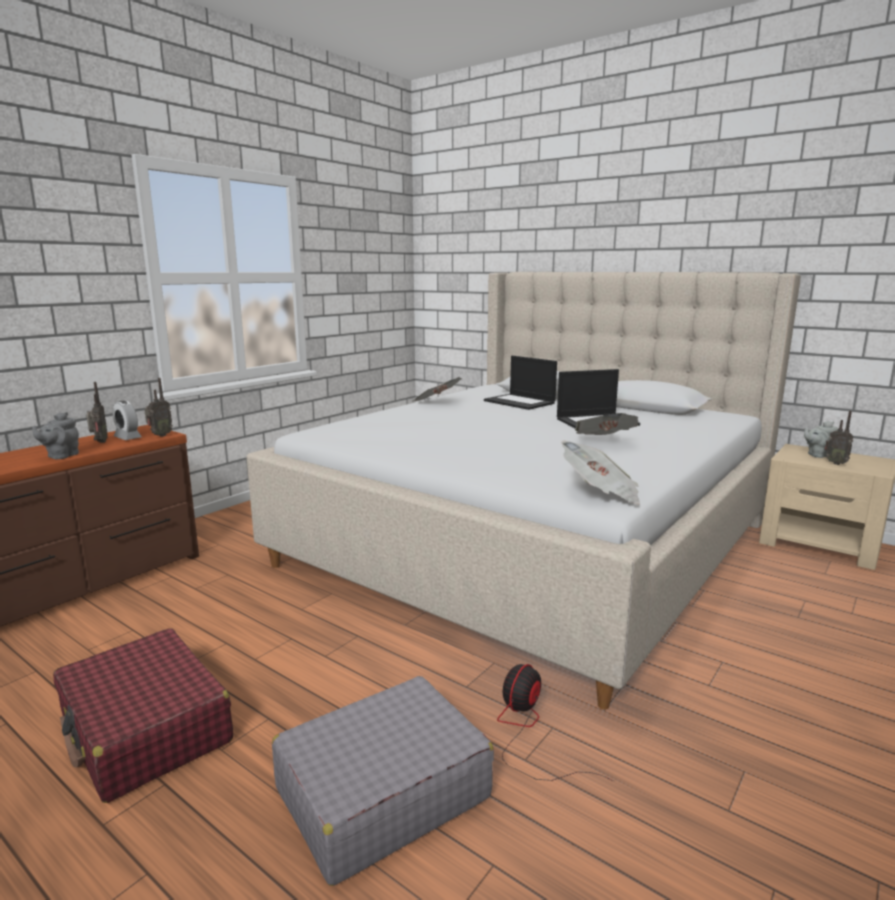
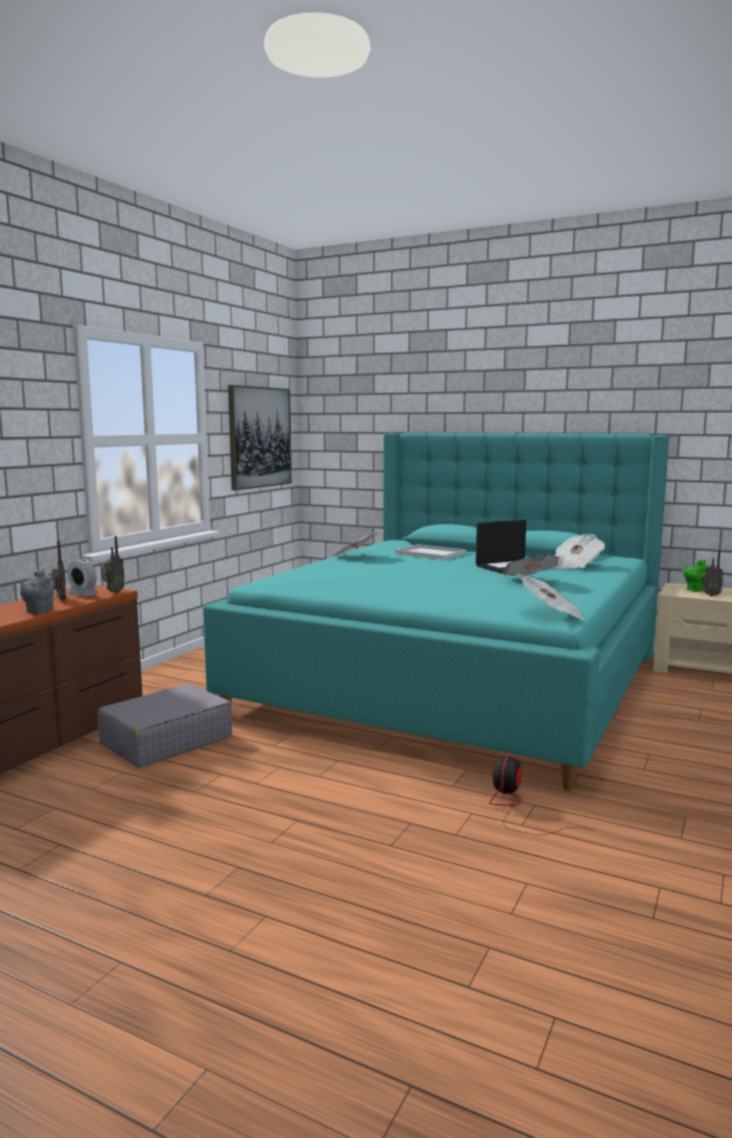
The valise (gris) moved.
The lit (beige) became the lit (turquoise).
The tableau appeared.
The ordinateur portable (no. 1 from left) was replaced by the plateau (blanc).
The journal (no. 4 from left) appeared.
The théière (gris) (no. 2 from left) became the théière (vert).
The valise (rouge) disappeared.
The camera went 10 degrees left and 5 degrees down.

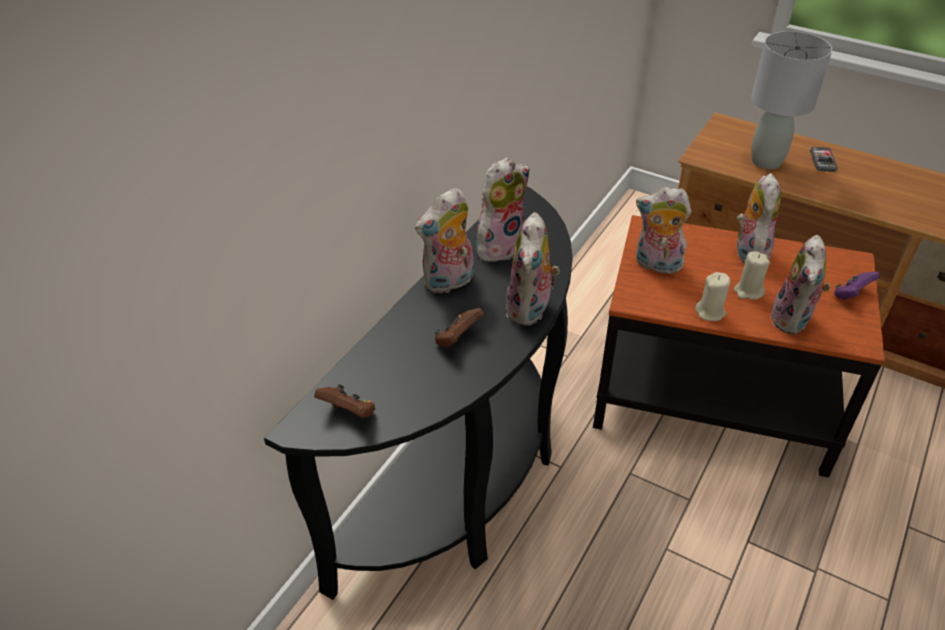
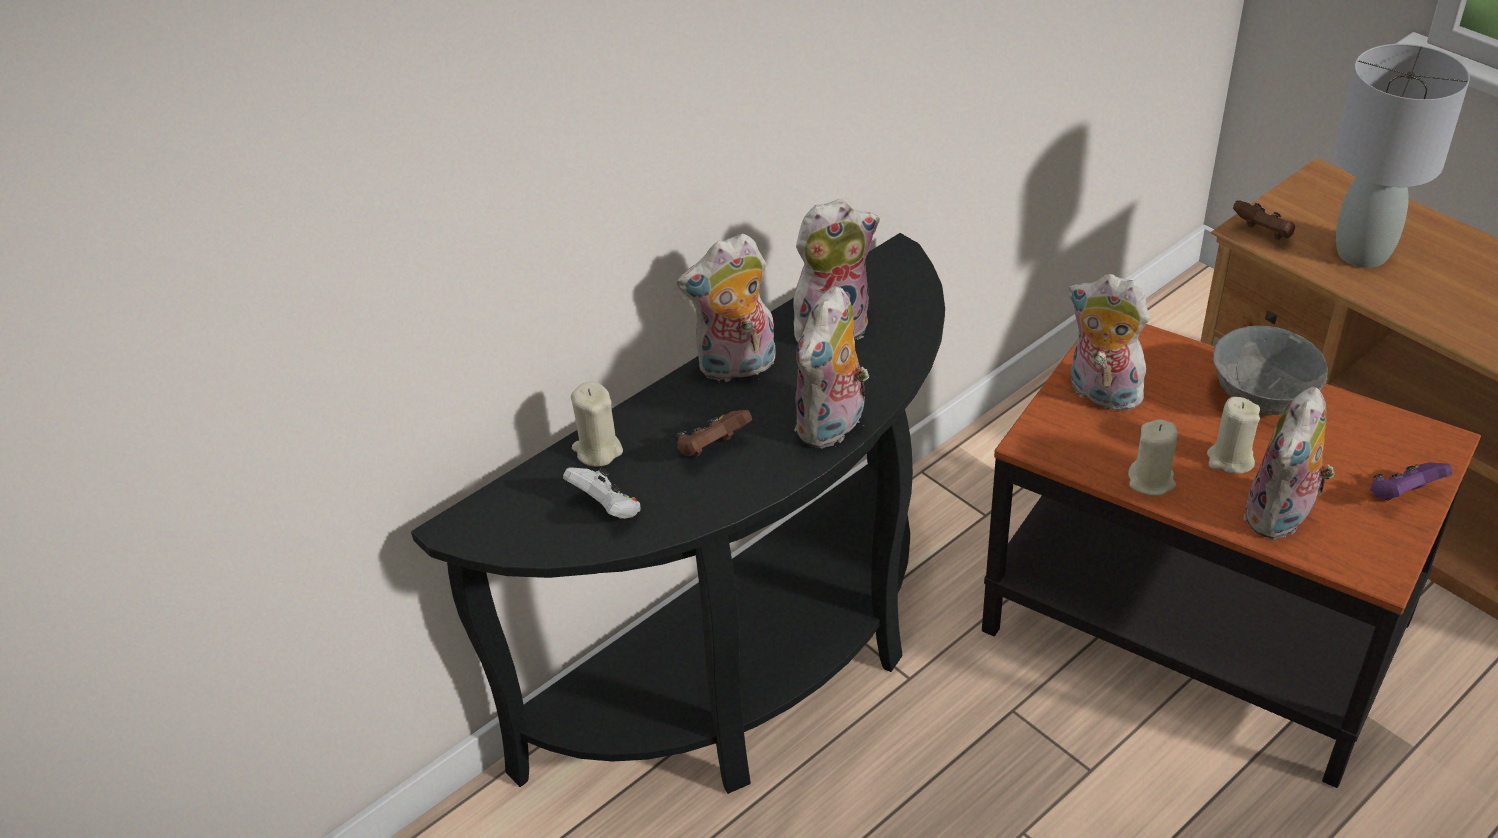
The manette (blanc) appeared.
The bougie (beige) (no. 1 from left) appeared.
The peluche (no. 5 from left) was replaced by the bol (gris).
The manette (marron) (no. 1 from left in the first image) moved.
The téléphone disappeared.
The camera went 20 degrees right and 0 degrees up.

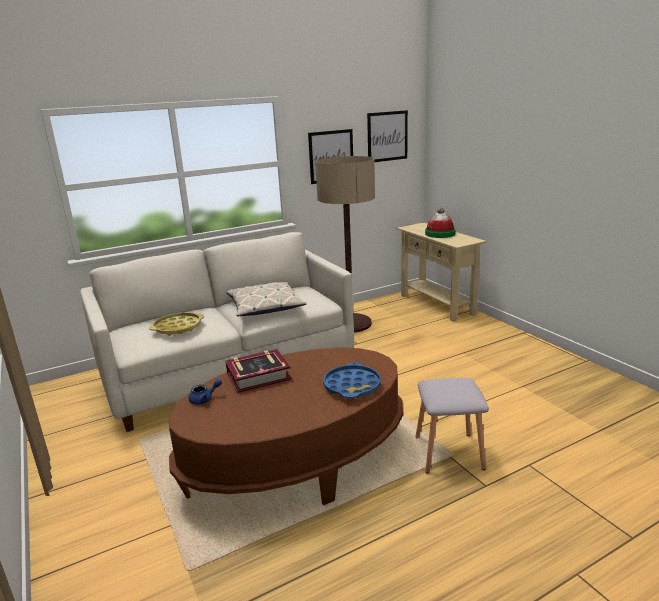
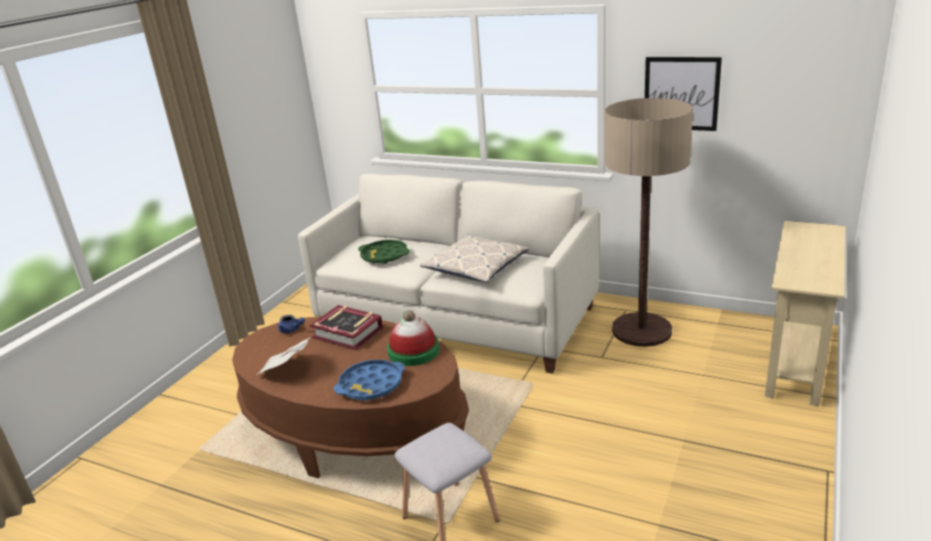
The journal appeared.
The plateau (jaune) became the plateau (vert).
The chapeau moved.
The tableau (no. 2 from left) disappeared.
The camera went 55 degrees right and 5 degrees up.

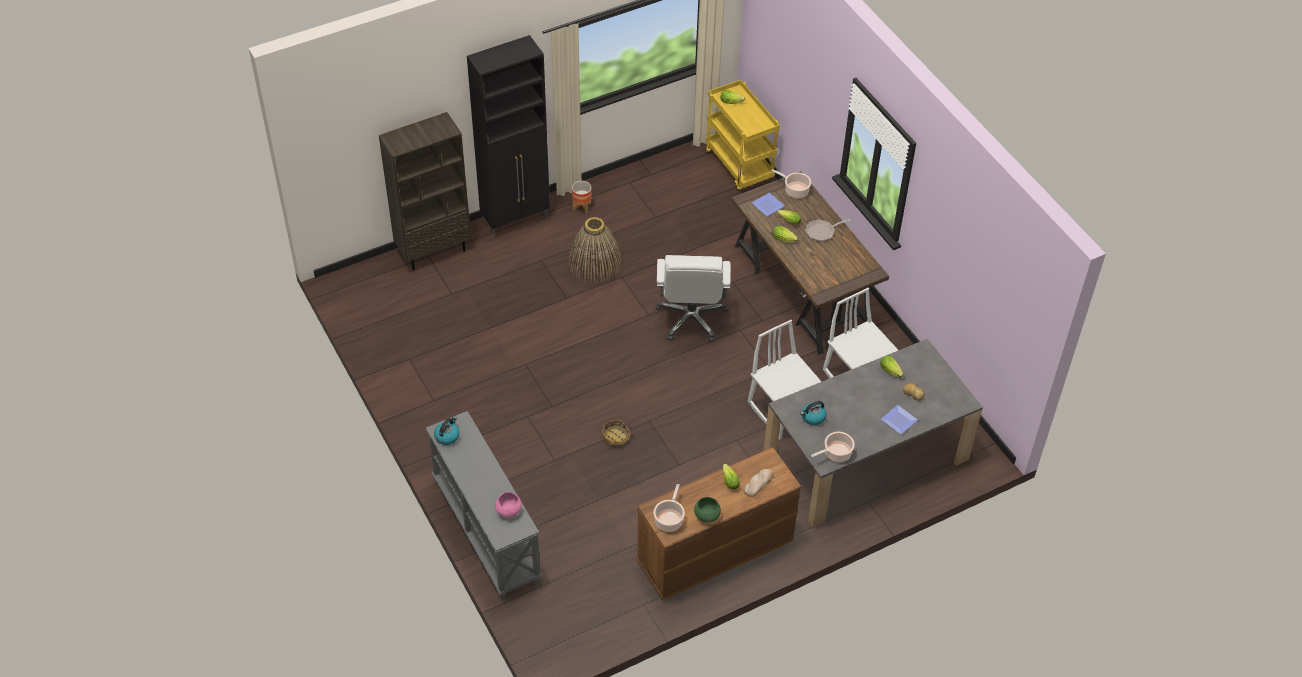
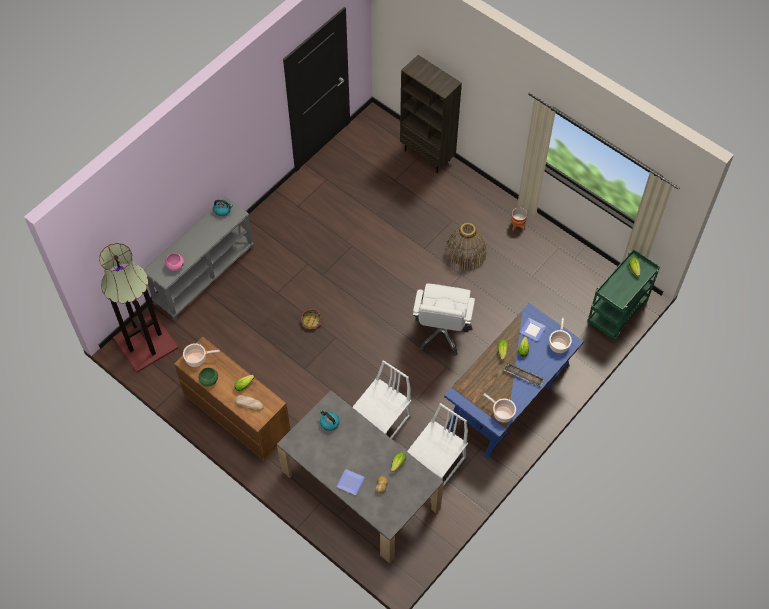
The lampadaire appeared.
The chaise de bureau (blanc) turned 60 degrees counterclockwise.
The bureau (marron) became the bureau (bleu).
The marmite (no. 3 from left in the first image) moved.
The poêle was replaced by the plateau.
The chariot (jaune) became the chariot (vert).
The meuble de rangement (noir) disappeared.
The camera went 70 degrees right and 10 degrees up.

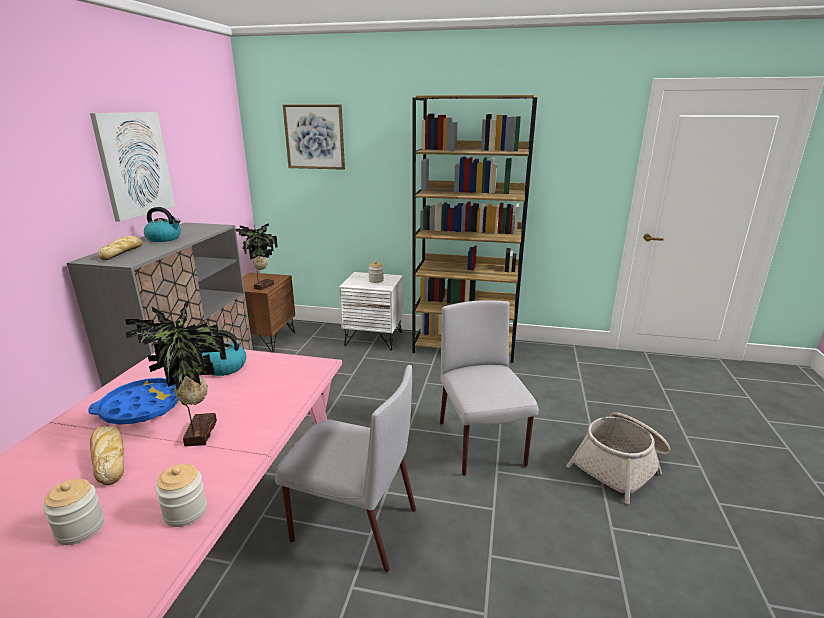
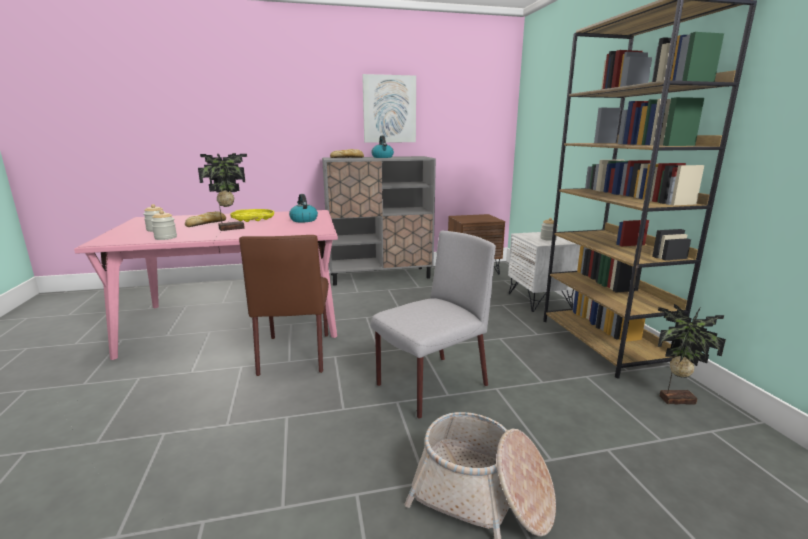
The plateau (bleu) became the plateau (jaune).
The chaise (gris) (no. 1 from left) became the chaise (marron).
The plante en pot (no. 2 from left) moved.
The tableau (no. 2 from left) disappeared.
The camera went 65 degrees right and 5 degrees down.

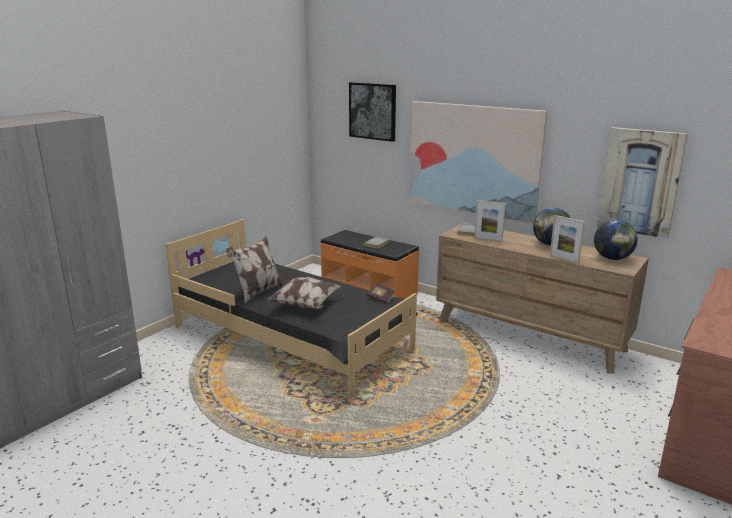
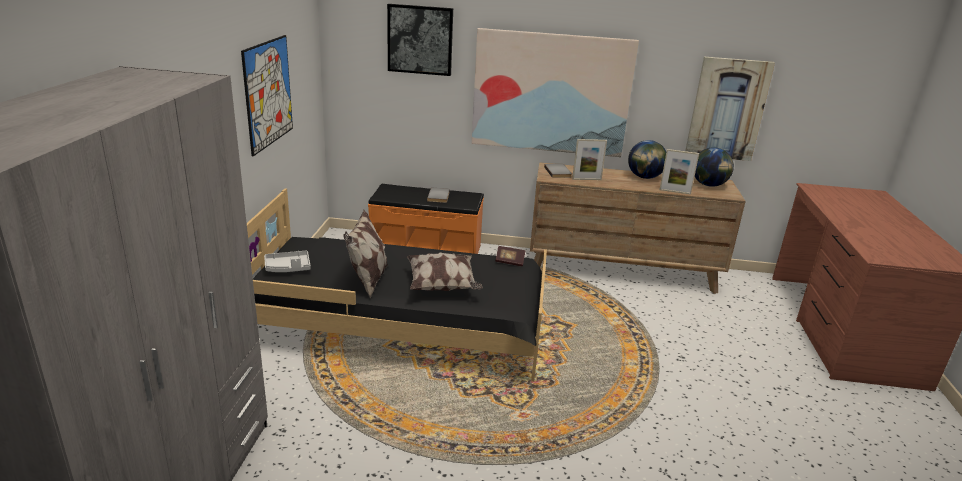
The tableau (no. 1 from left) appeared.
The plateau (gris) appeared.
The camera went 30 degrees left and 5 degrees up.

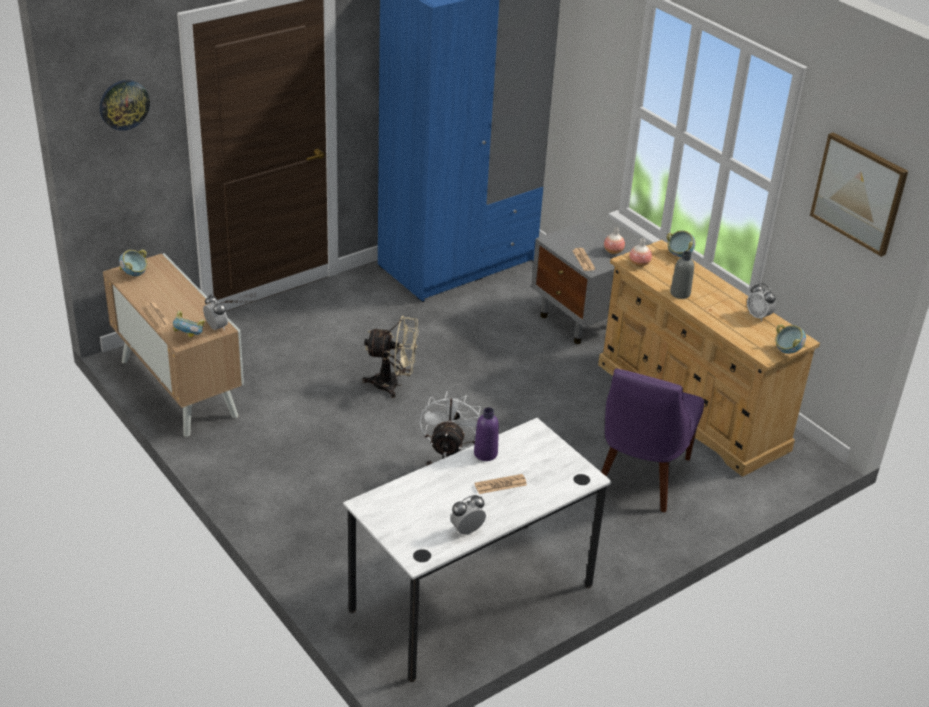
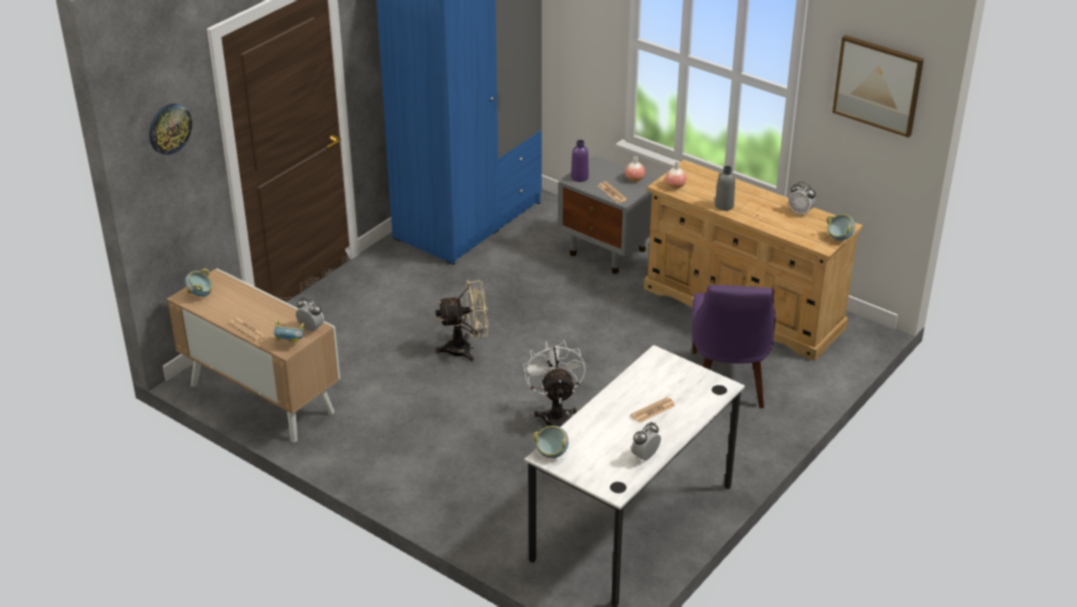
The bol (no. 3 from left) moved.
The bouteille (violet) moved.
The camera went 15 degrees left and 0 degrees up.

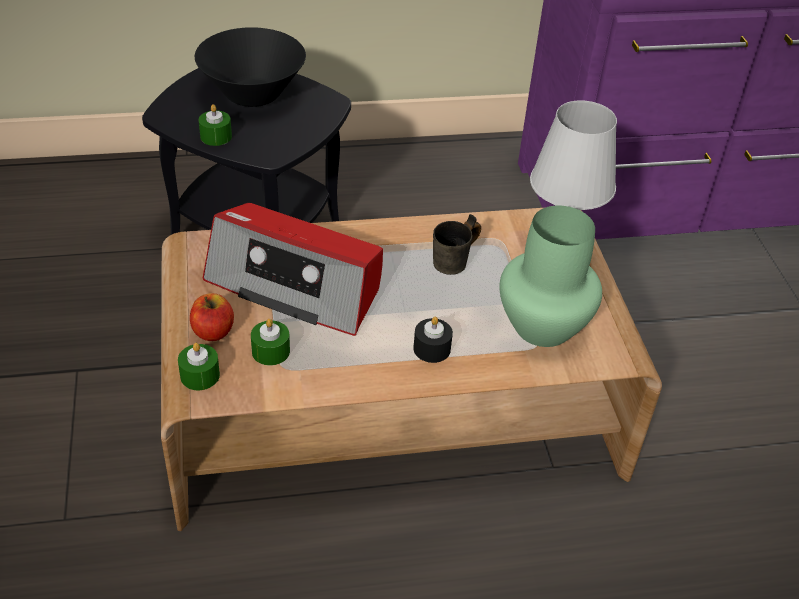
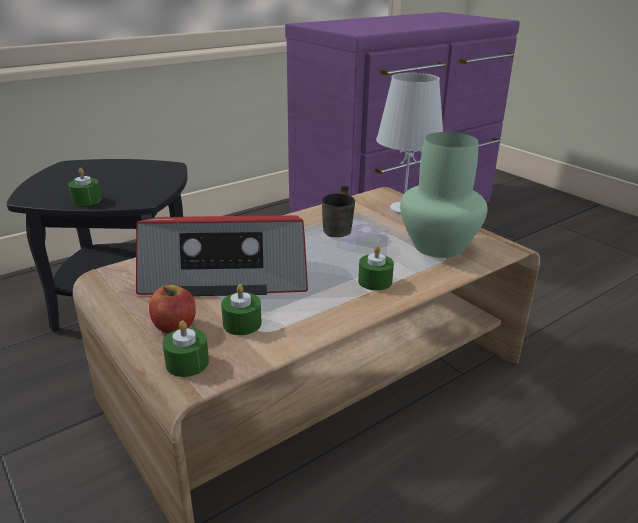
The bougie (noir) became the bougie (vert) (no. 4 from left).
The bol (noir) disappeared.
The camera went 25 degrees left and 15 degrees down.

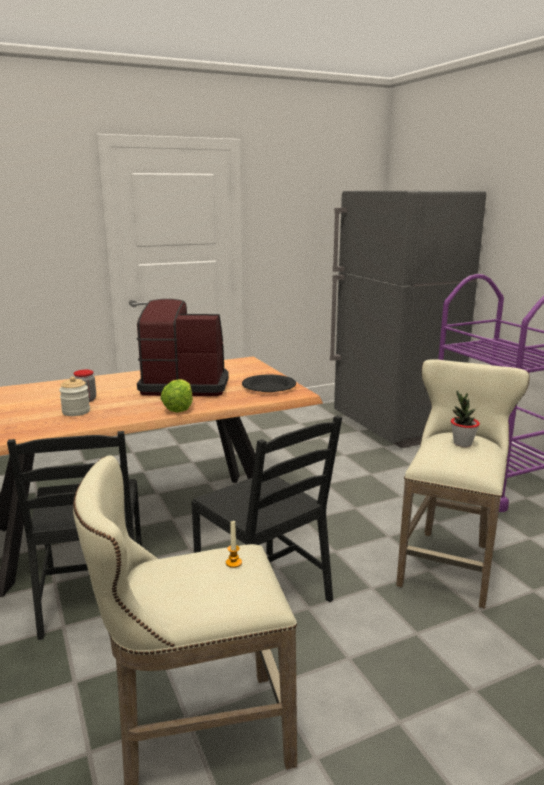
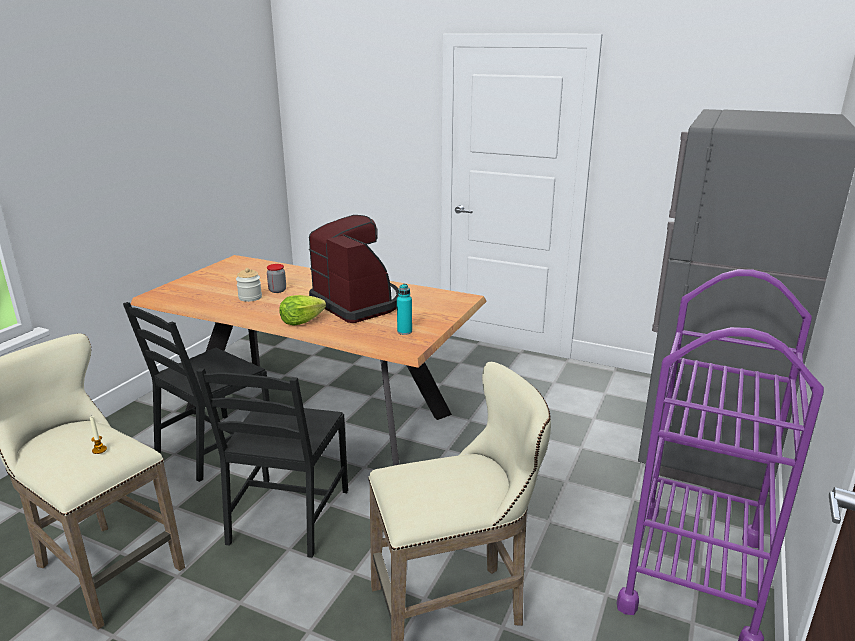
The assiette (noir) was replaced by the bouteille (turquoise).
The plante en pot disappeared.
The camera went 50 degrees right and 5 degrees up.

